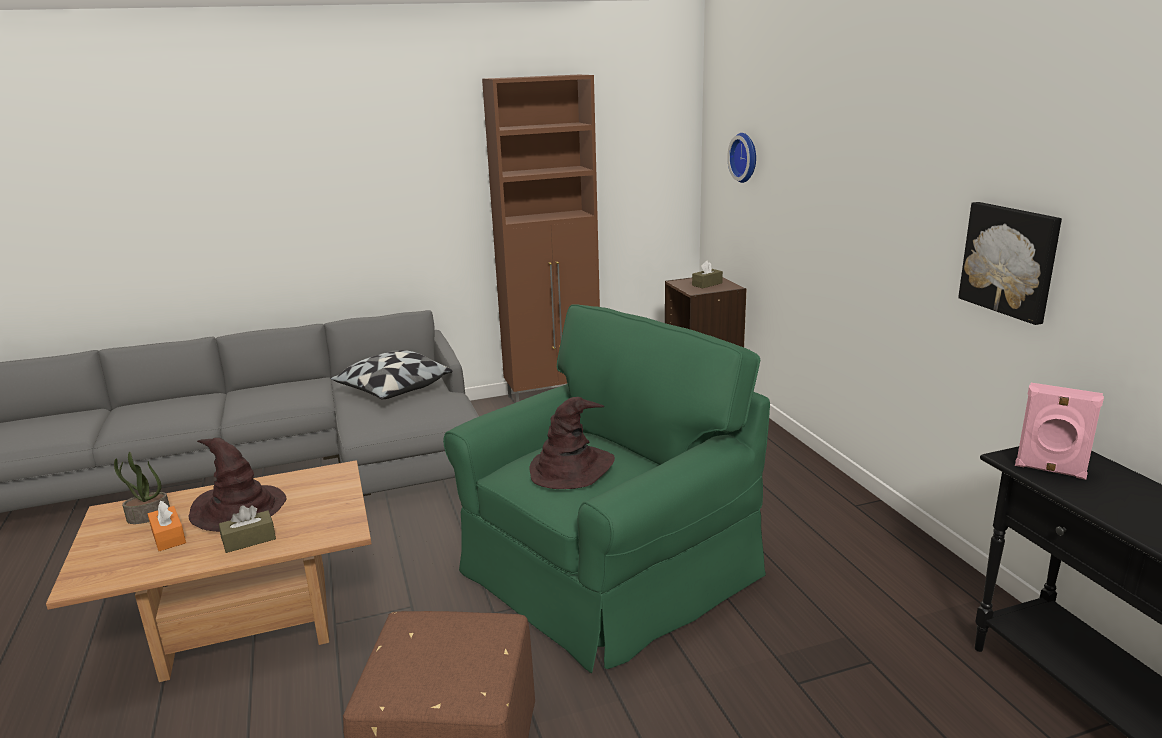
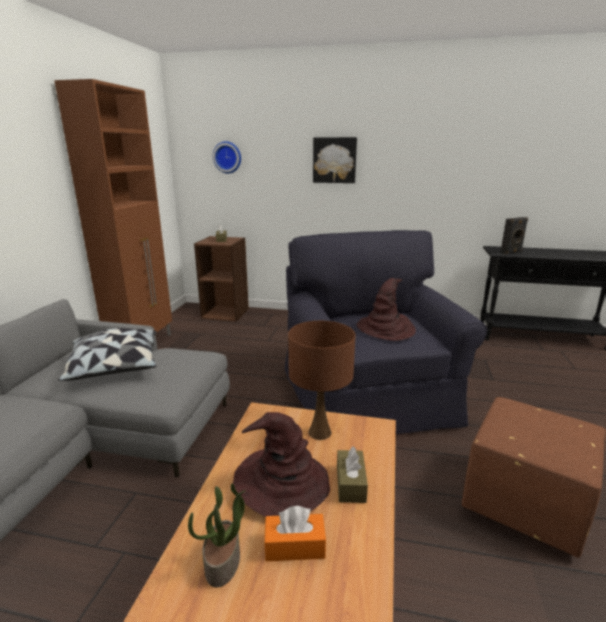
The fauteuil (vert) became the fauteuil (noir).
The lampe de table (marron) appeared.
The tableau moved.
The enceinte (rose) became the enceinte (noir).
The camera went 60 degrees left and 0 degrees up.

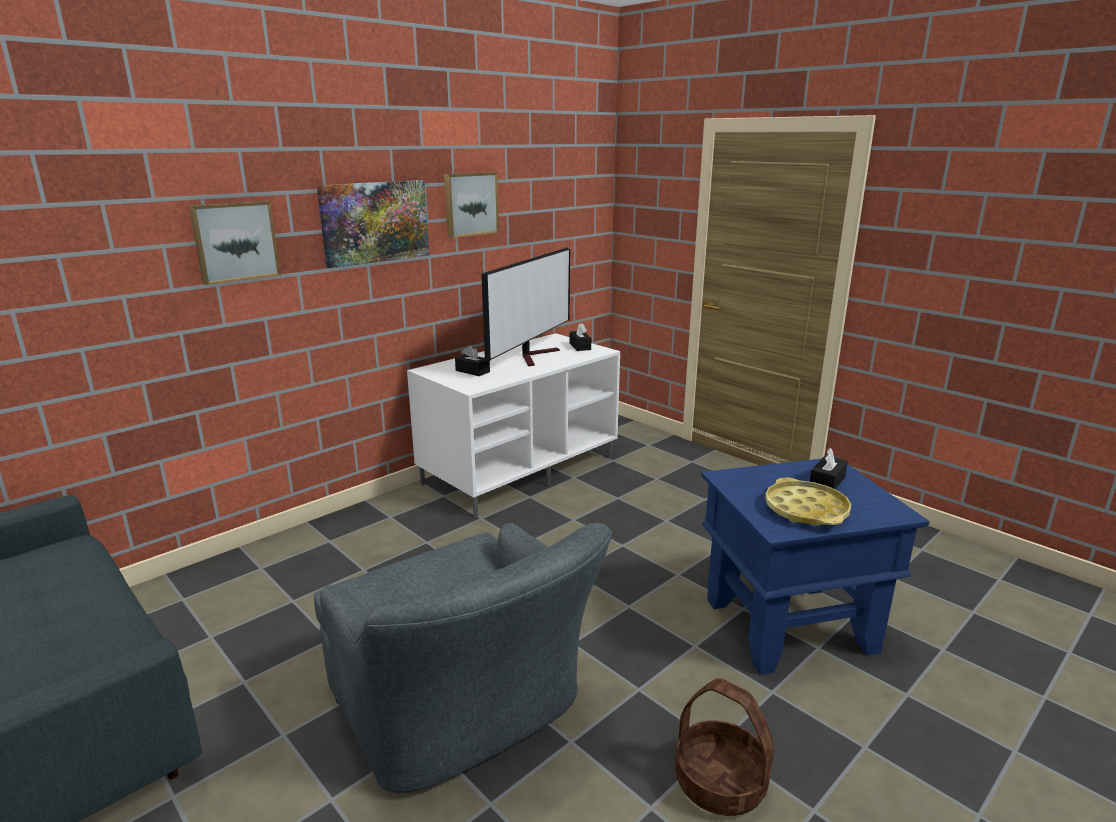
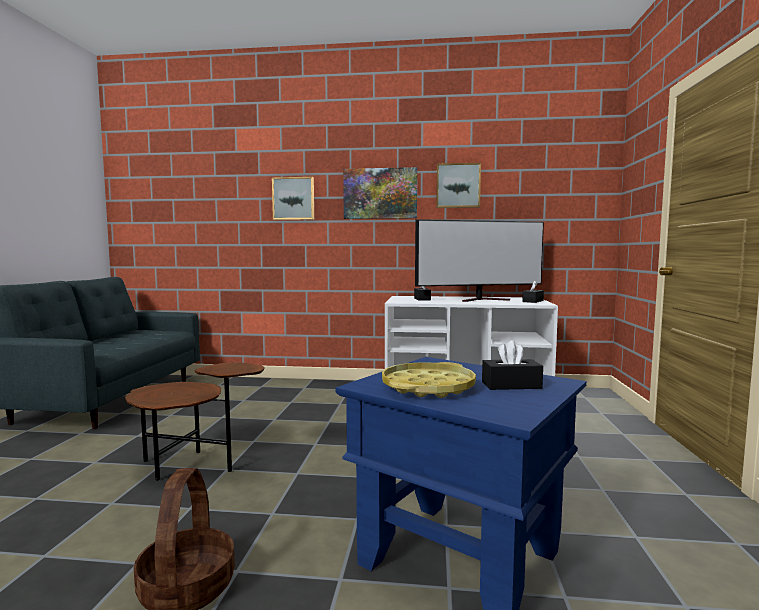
The fauteuil (gris) was replaced by the table d'appoint (marron).
The camera went 50 degrees right and 15 degrees down.

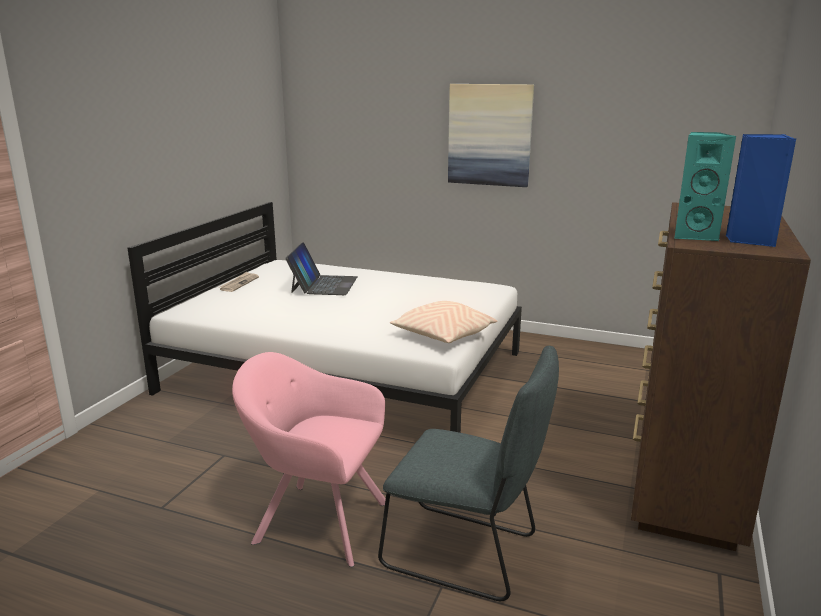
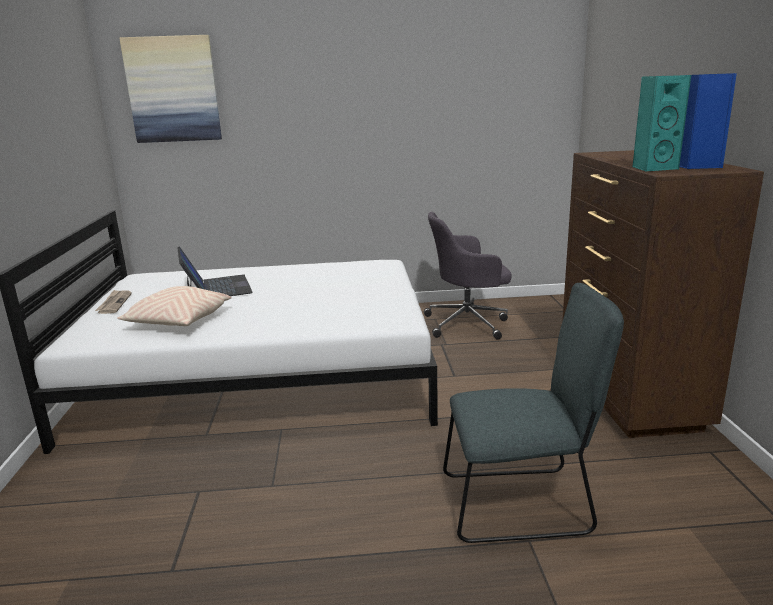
The coussin (beige) moved.
The tableau moved.
The chaise de bureau (gris) appeared.
The fauteuil (rose) disappeared.
The camera went 25 degrees left and 0 degrees up.

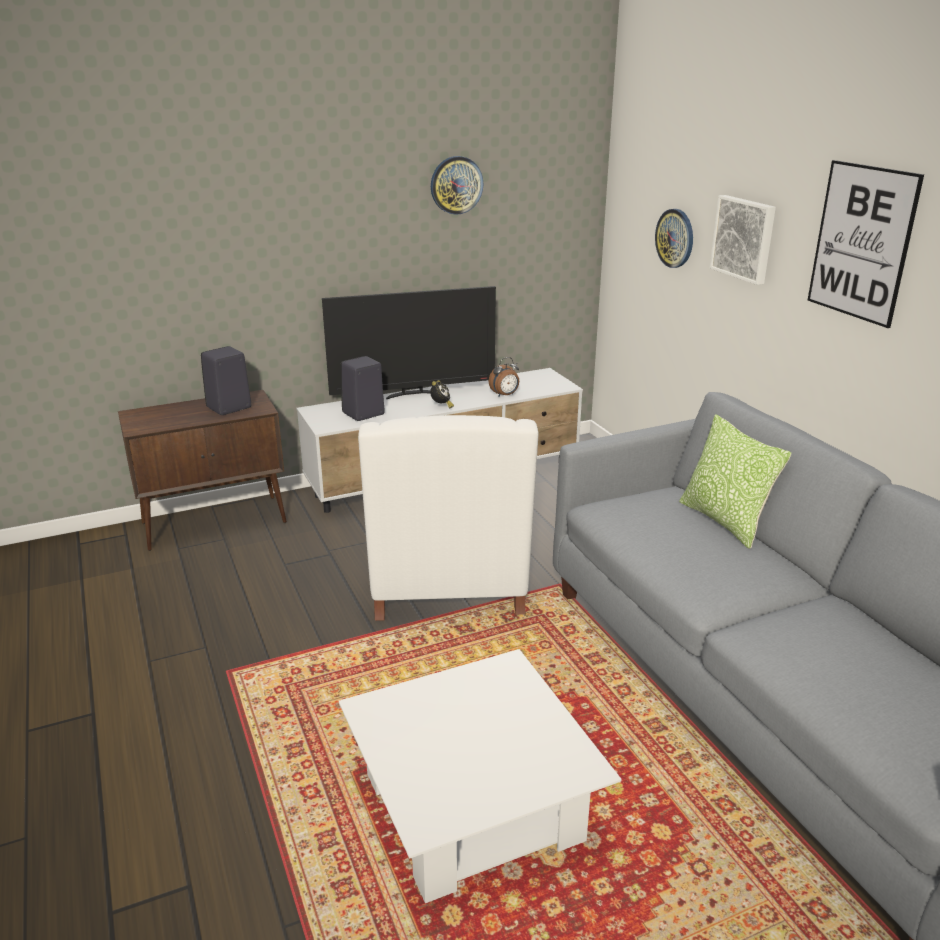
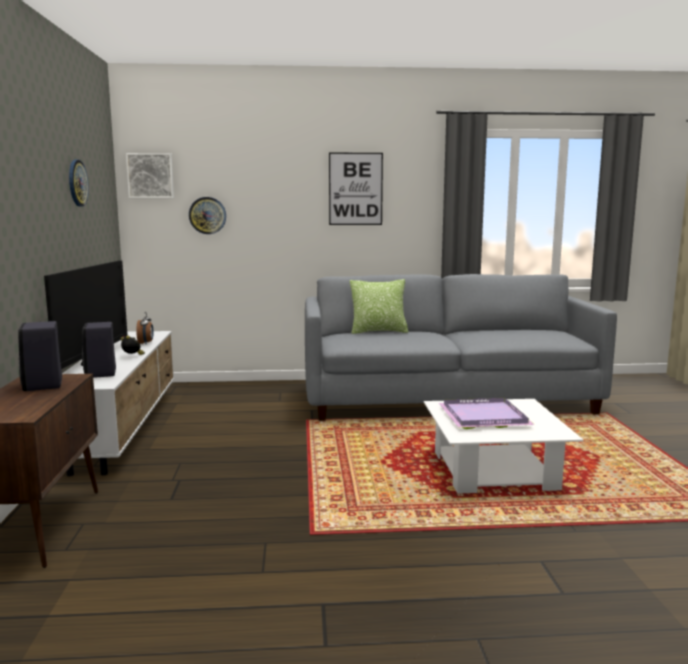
The tableau (no. 1 from left) moved.
The plateau (violet) appeared.
The fauteuil (blanc) disappeared.
The camera went 70 degrees left and 15 degrees down.

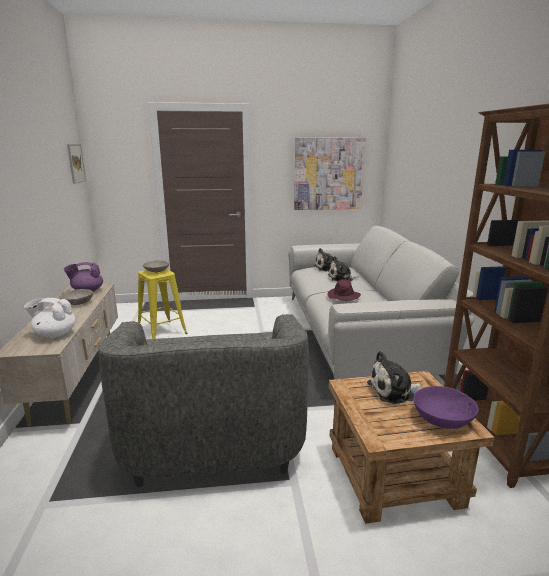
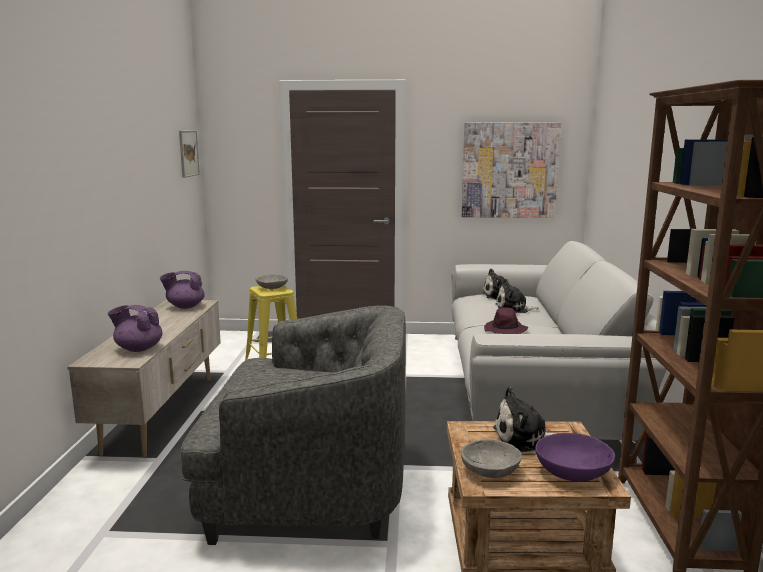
The théière (blanc) became the théière (violet) (no. 1 from left).
The fauteuil (gris) turned 90 degrees counterclockwise.
The bol (gris) (no. 1 from left in the first image) moved.
The camera went 10 degrees right and 5 degrees down.

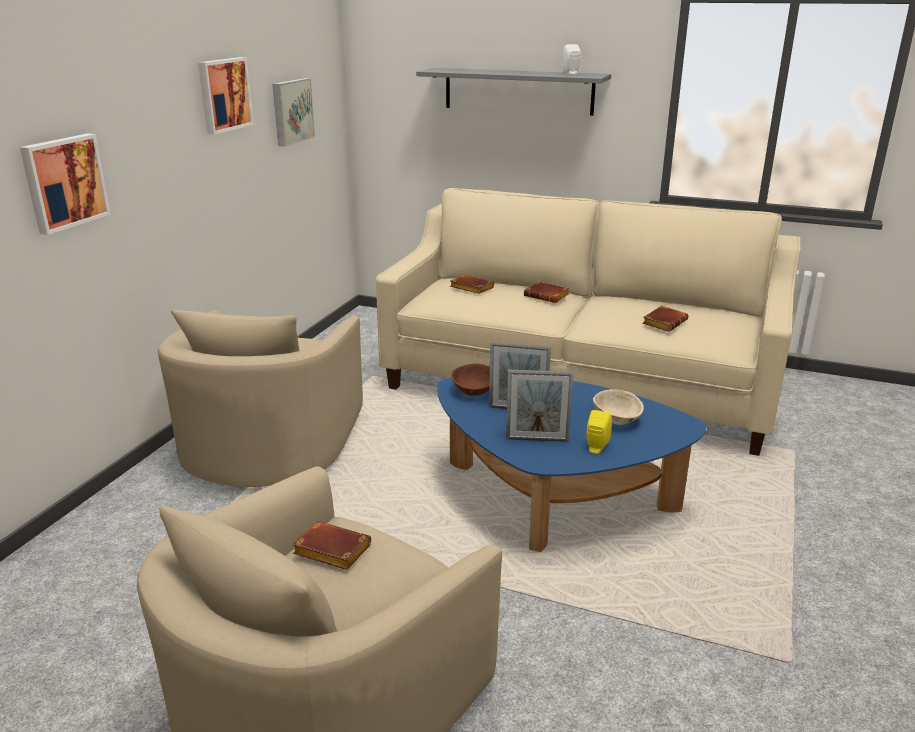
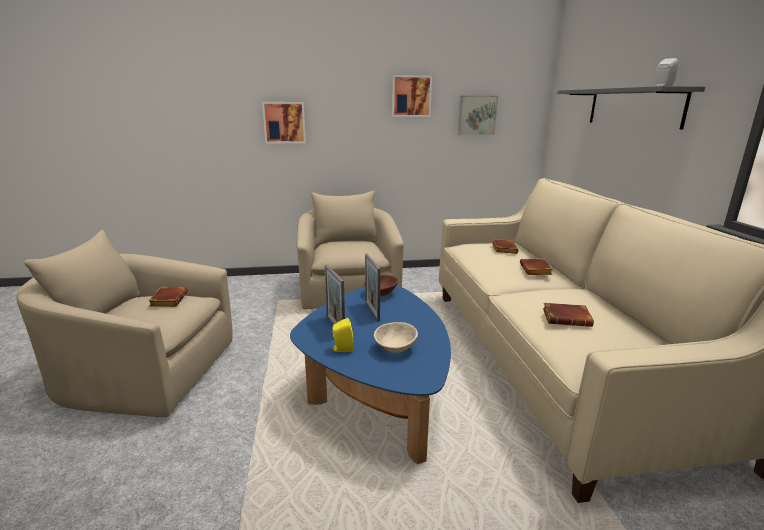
The fauteuil (beige) (no. 1 from left in the first image) turned 105 degrees clockwise.
The camera went 60 degrees right and 5 degrees down.

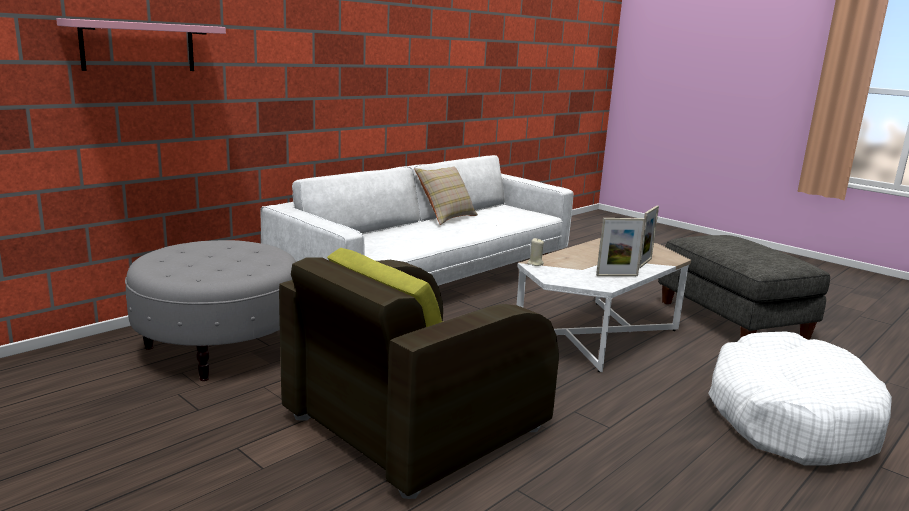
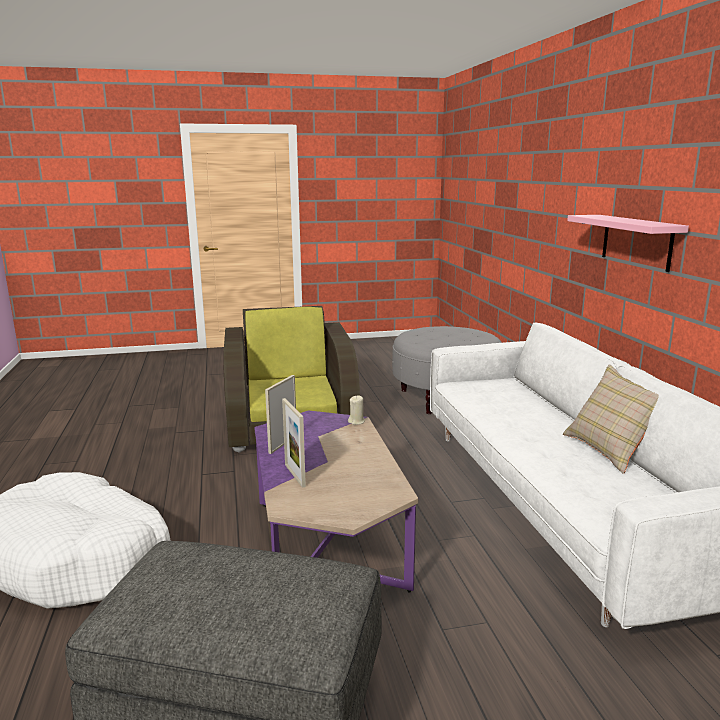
The table basse (blanc) became the table basse (violet).
The étagère (rose) moved.
The camera went 125 degrees right and 0 degrees up.

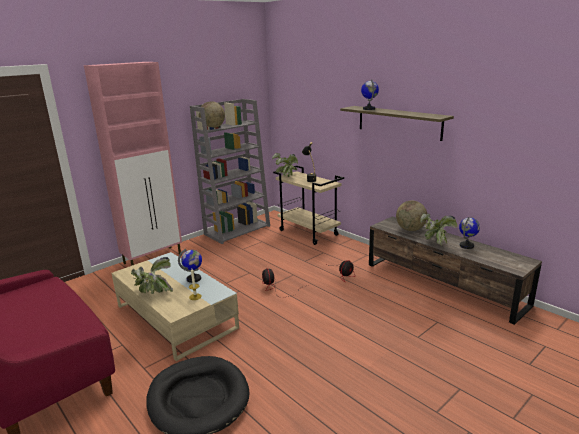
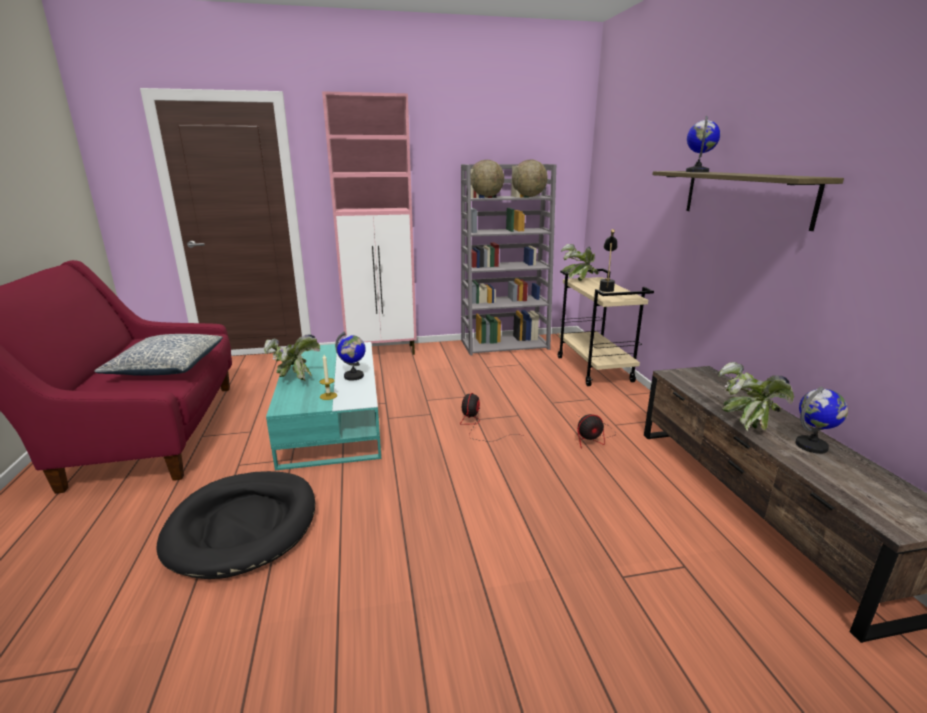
The coussin appeared.
The table basse (beige) became the table basse (turquoise).
The globe (no. 4 from left in the first image) moved.
The camera went 30 degrees right and 0 degrees up.

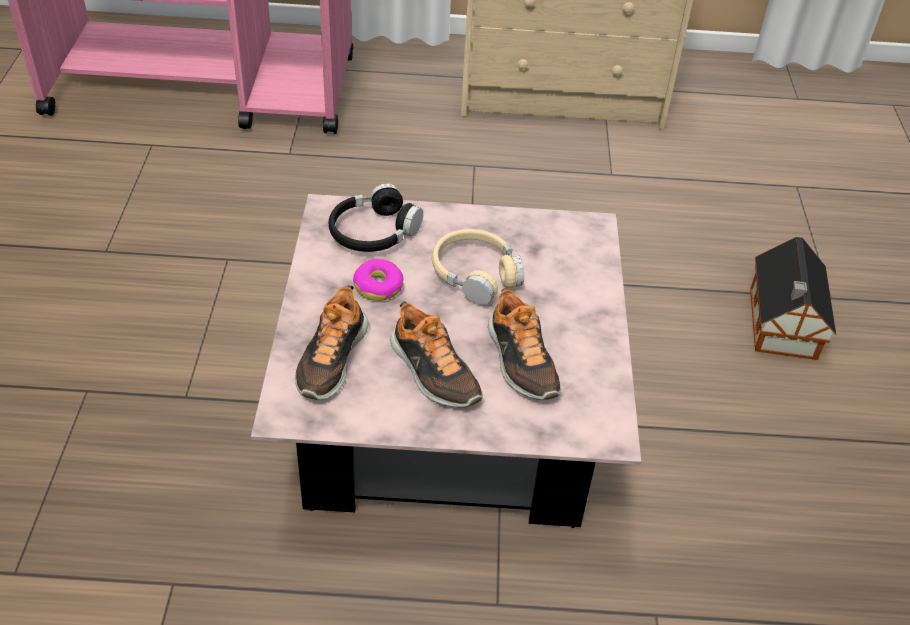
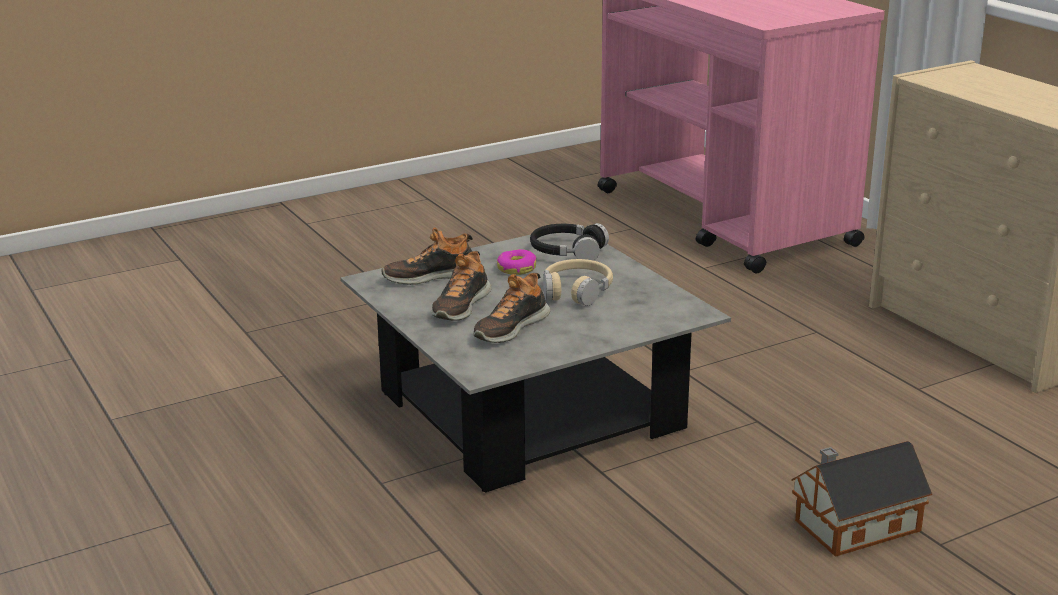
The table basse (rose) became the table basse (gris).
The camera went 60 degrees right and 20 degrees down.

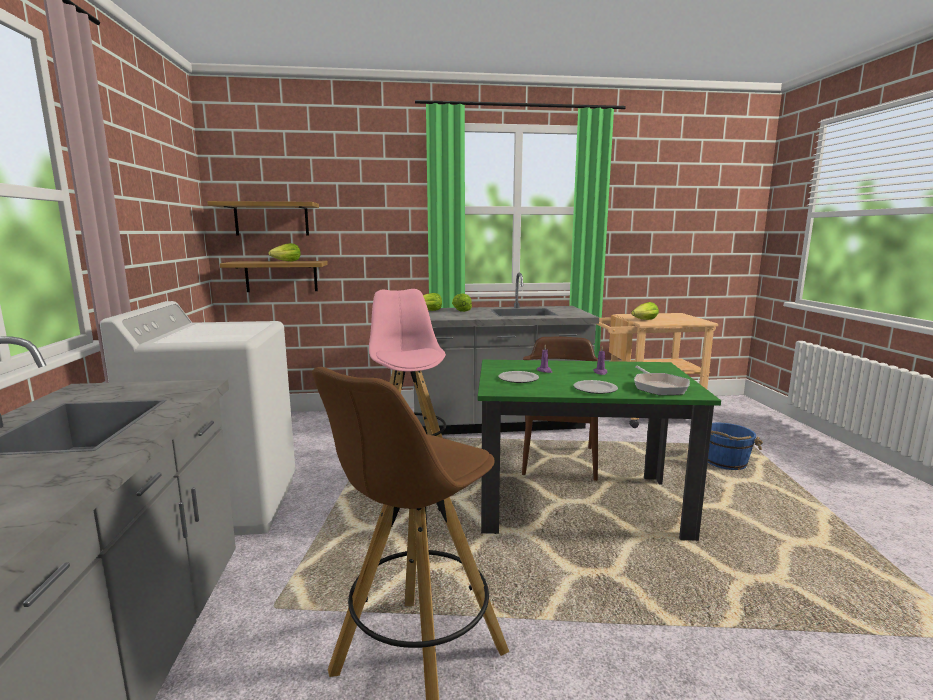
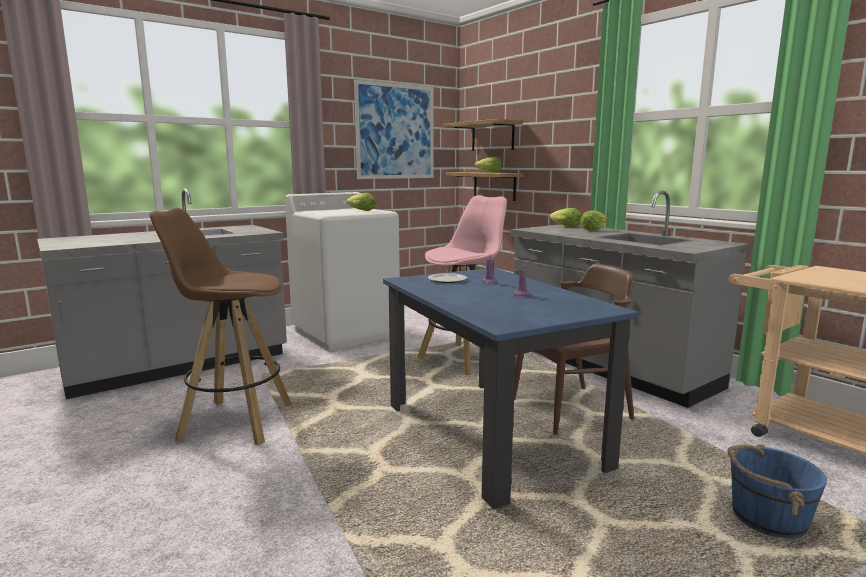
The laitue (no. 4 from left in the first image) moved.
The tableau appeared.
The table à manger (vert) became the table à manger (bleu).
The assiette (no. 2 from left) disappeared.
The poêle disappeared.
The camera went 60 degrees right and 0 degrees up.

